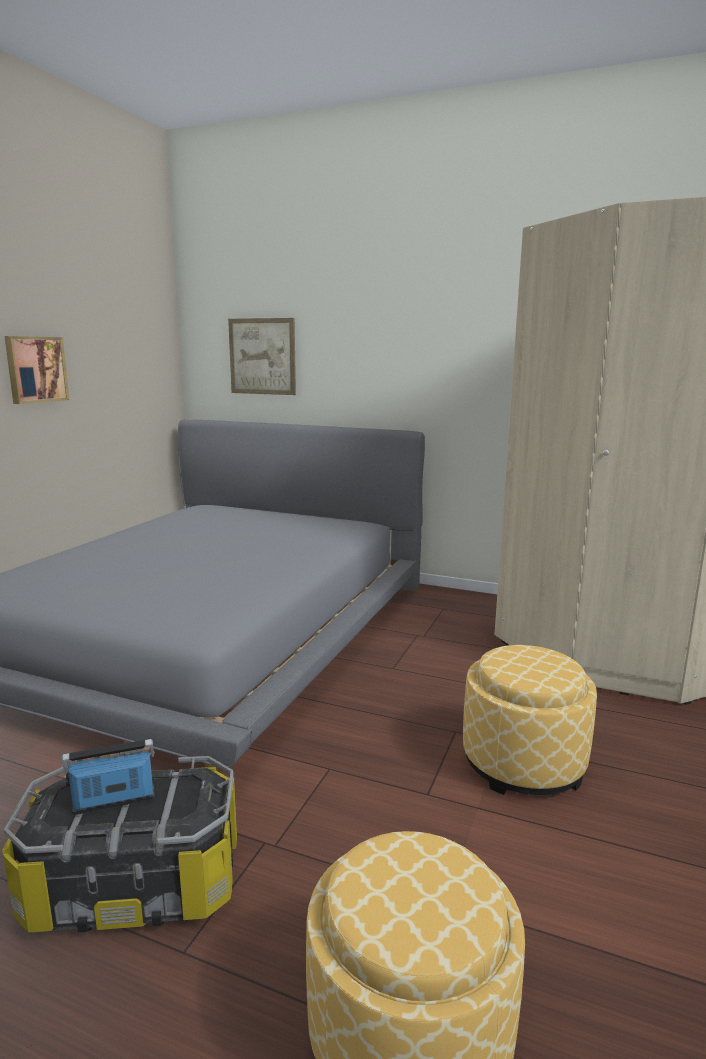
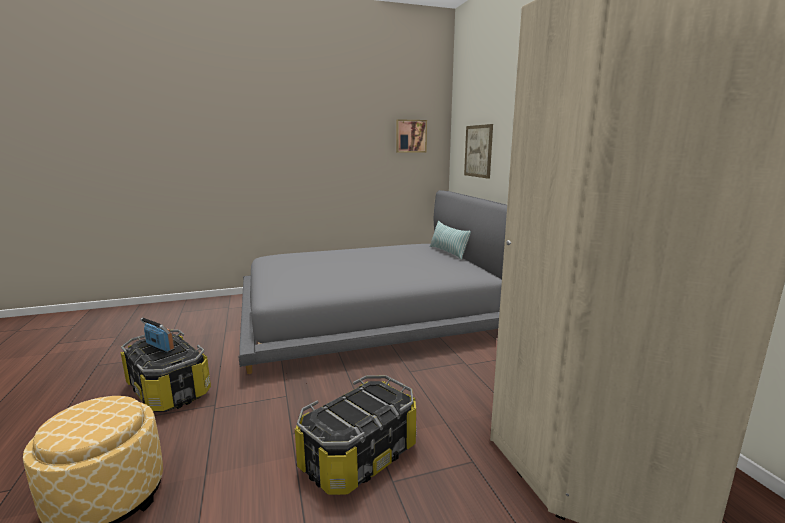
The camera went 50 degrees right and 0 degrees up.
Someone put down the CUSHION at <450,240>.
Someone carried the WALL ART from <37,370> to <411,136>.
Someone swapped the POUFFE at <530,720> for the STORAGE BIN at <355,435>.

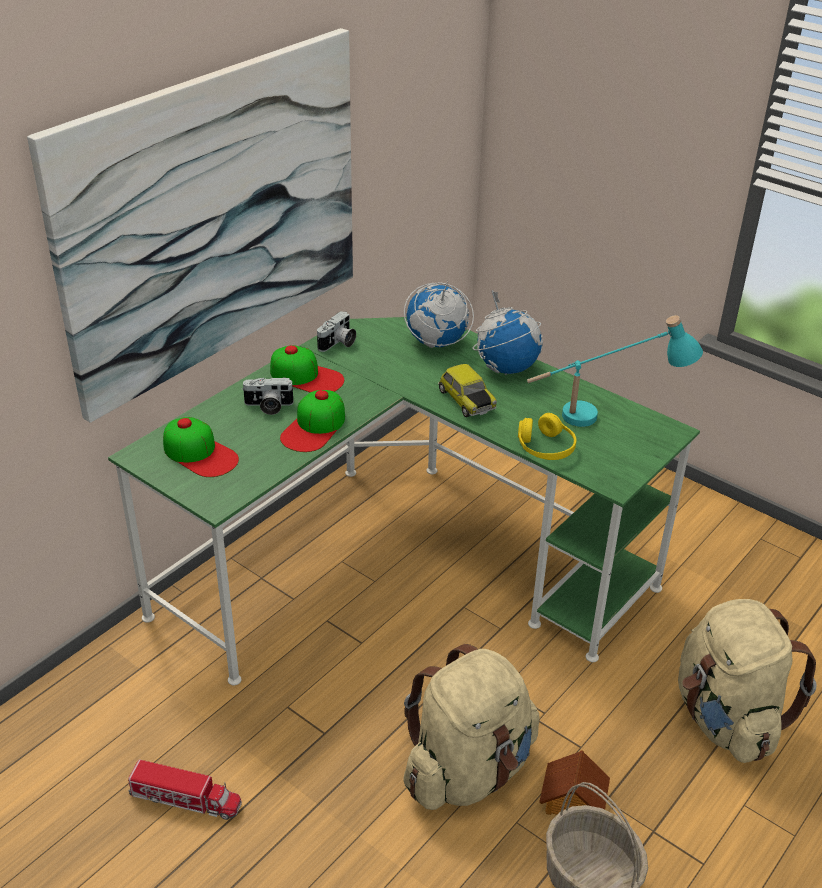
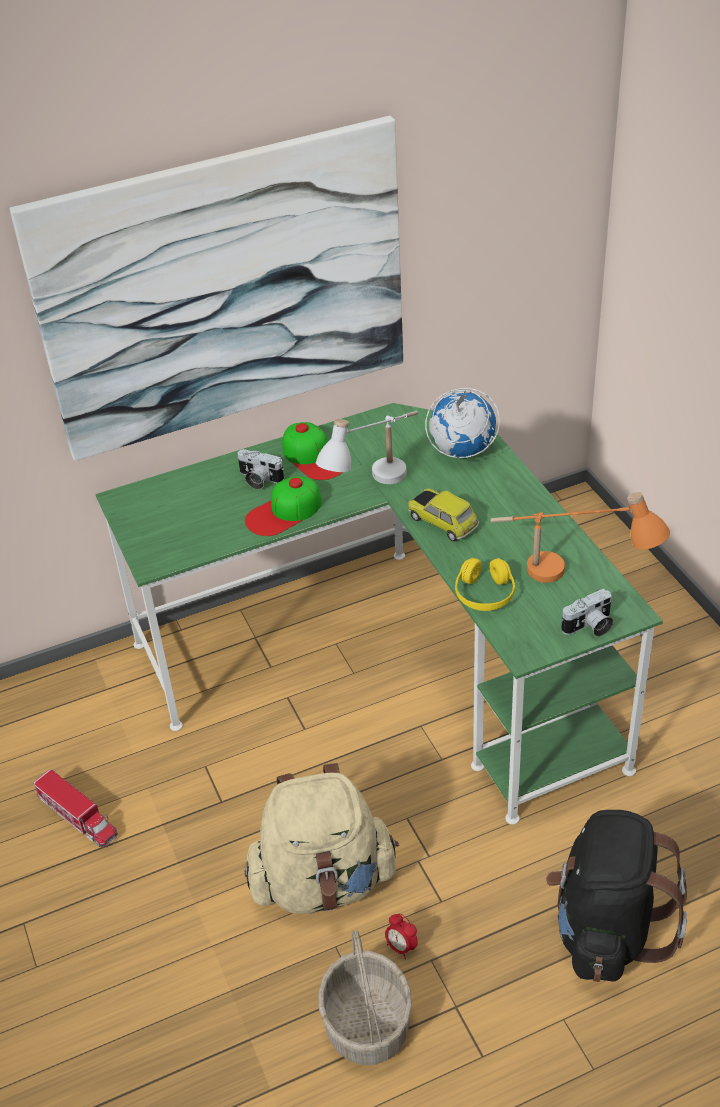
The camera went 30 degrees right and 5 degrees up.
Someone took away the CAP at <201,447>.
Someone took away the DESK GLOBE at <508,332>.
Someone put down the WHITE-COLOURED TABLE LAMP at <367,447>.
Someone carried the PHOTO CAMERA from <336,331> to <587,612>.
Someone swapped the MINIATURE HOUSE at <574,782> for the TABLE CLOCK at <401,936>.
Someone repainted the TURQUOISE-COLOURED TABLE LAMP at <615,371>, which became the ORANGEY TABLE LAMP at <580,537>.
Someone repainted the SAND-COLOURED RUCKSACK at <747,681>, which became the BLACK RUCKSACK at <616,896>.
Someone rotated the MINIATURE CAR at <467,390> by 135 degrees clockwise.

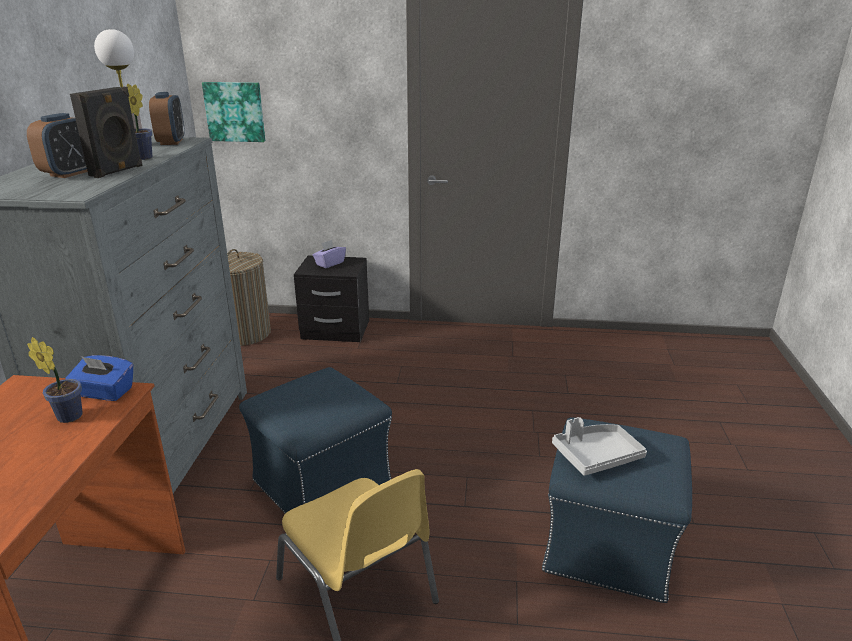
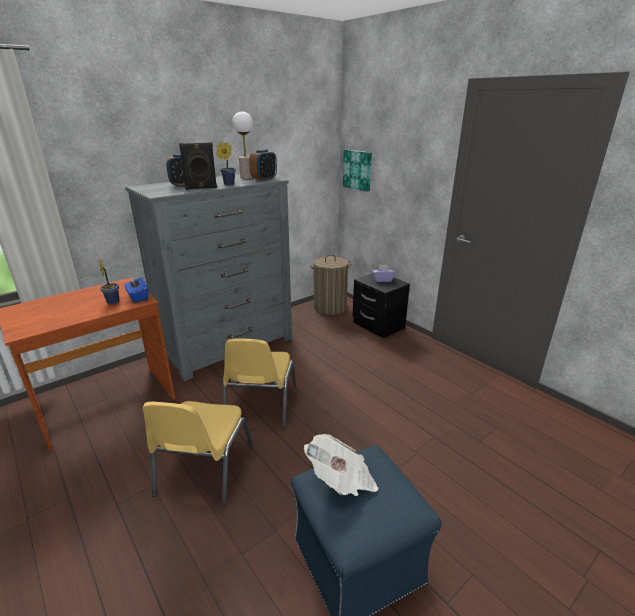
The camera went 45 degrees right and 0 degrees up.
Someone swapped the BLUISH POUFFE at <315,440> for the YELLOW-COLOURED CHAIR at <259,383>.
Someone swapped the GRAY TRAY at <599,446> for the DAILY PAPER at <341,465>.

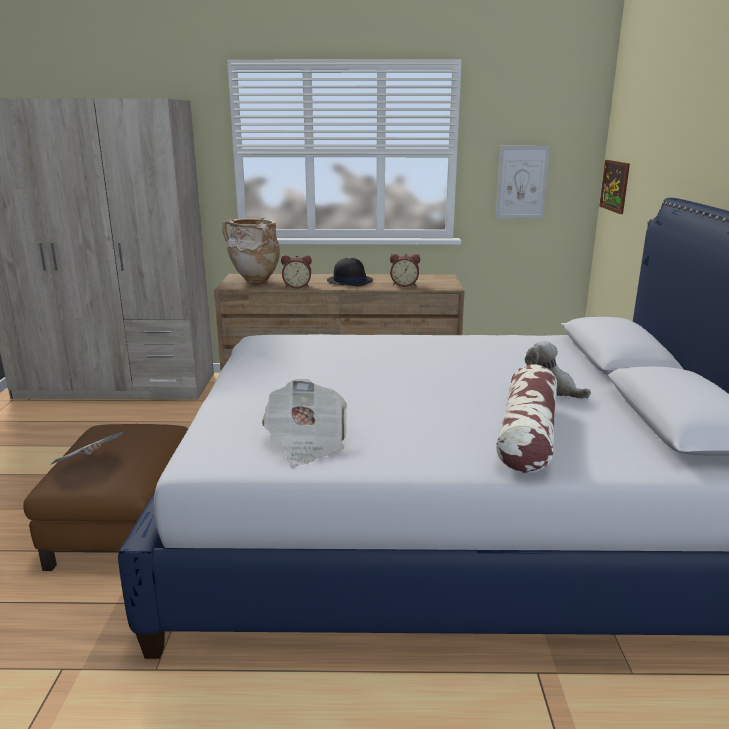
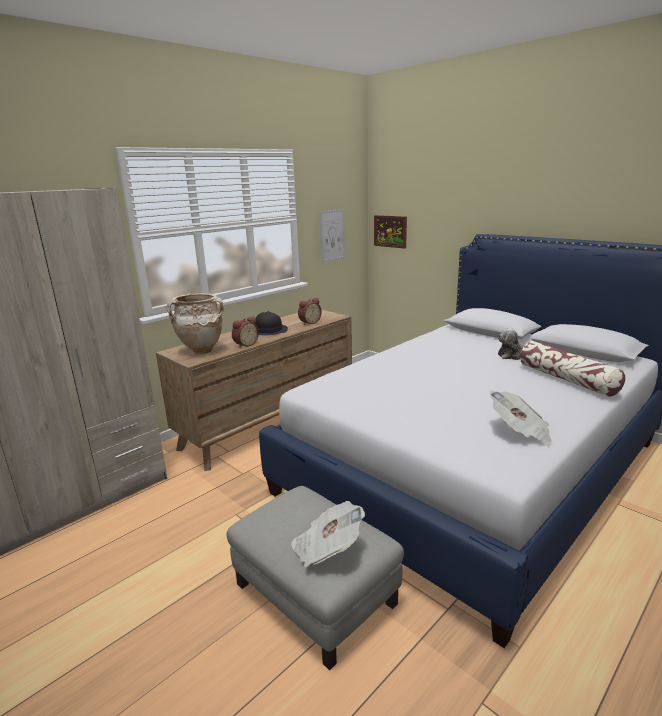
The camera went 45 degrees left and 0 degrees up.
Someone repainted the BROWN POUFFE at <105,497>, which became the GRAY POUFFE at <315,578>.

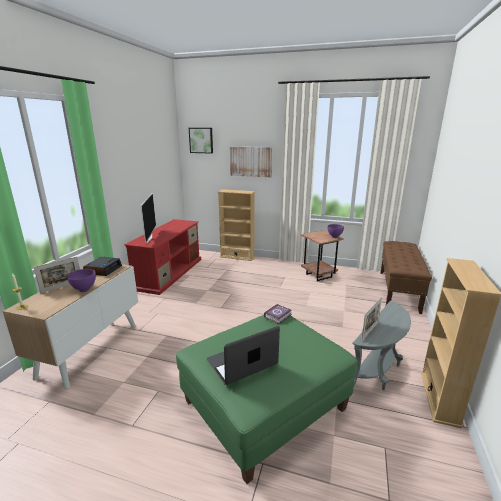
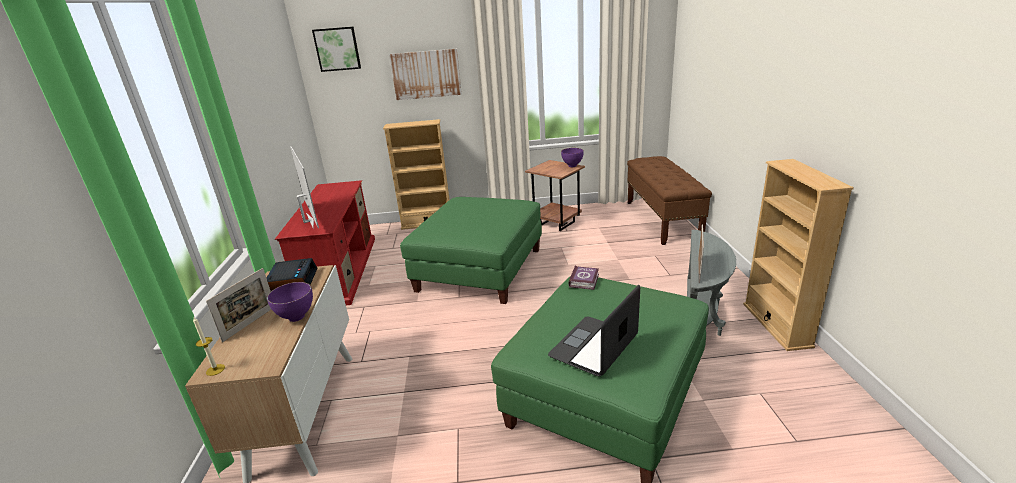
The camera went 20 degrees left and 5 degrees up.
Someone put down the GREEN POUFFE at <471,250>.

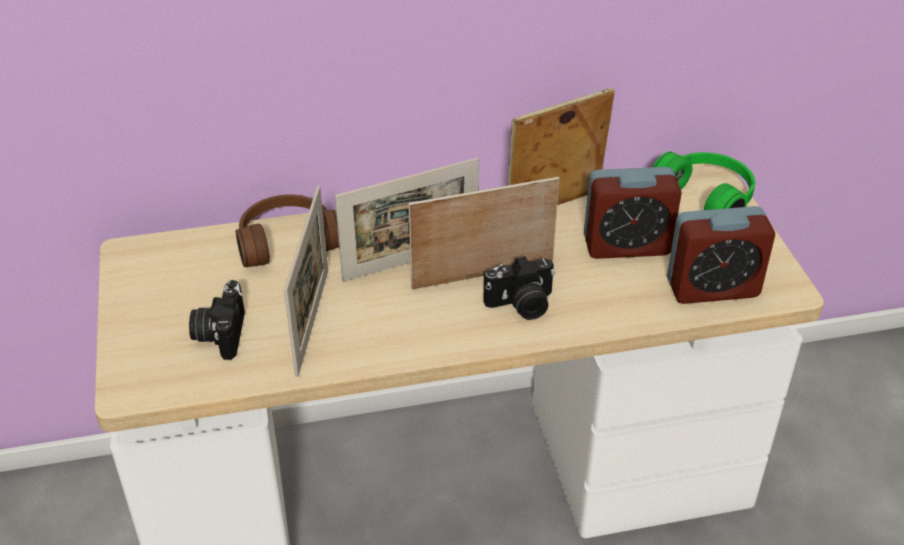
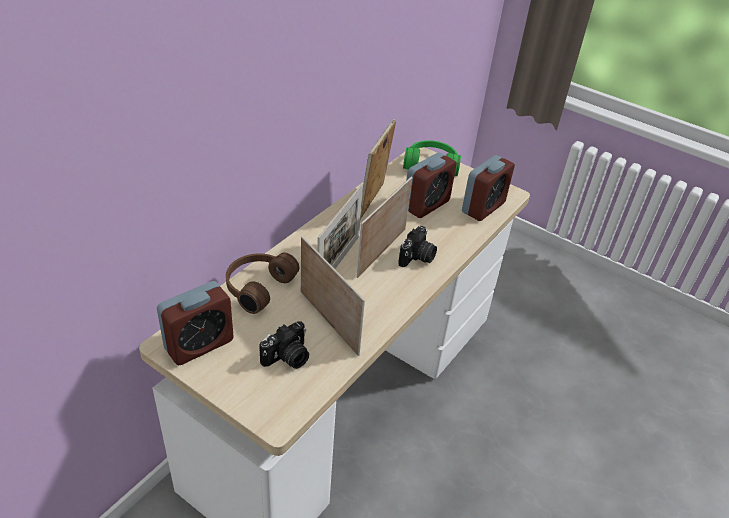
The camera went 45 degrees left and 0 degrees up.
Someone put down the TABLE CLOCK at <195,323>.
Someone rotated the PHOTO CAMERA at <217,320> by 90 degrees counterclockwise.

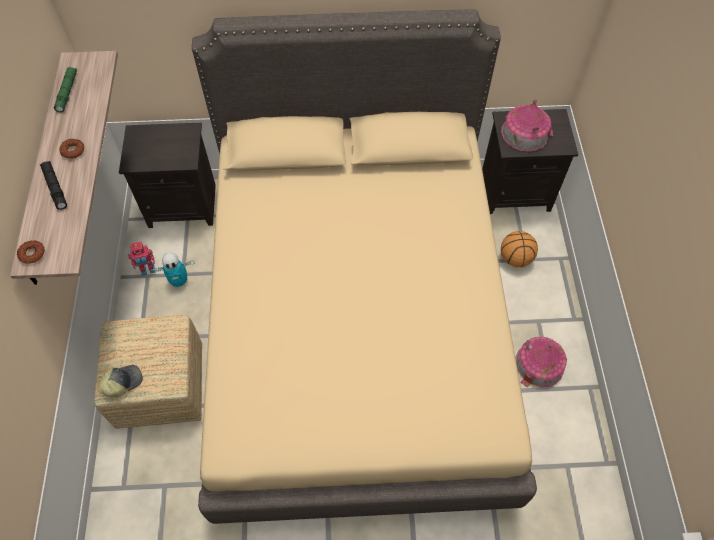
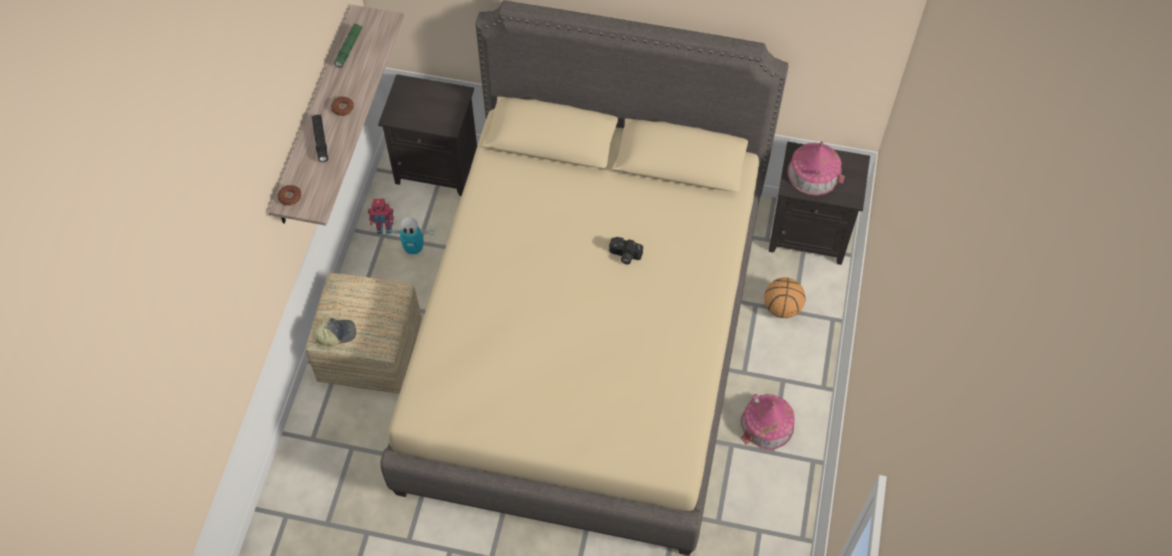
The camera went 15 degrees right and 0 degrees up.
Someone put down the PHOTO CAMERA at <626,250>.

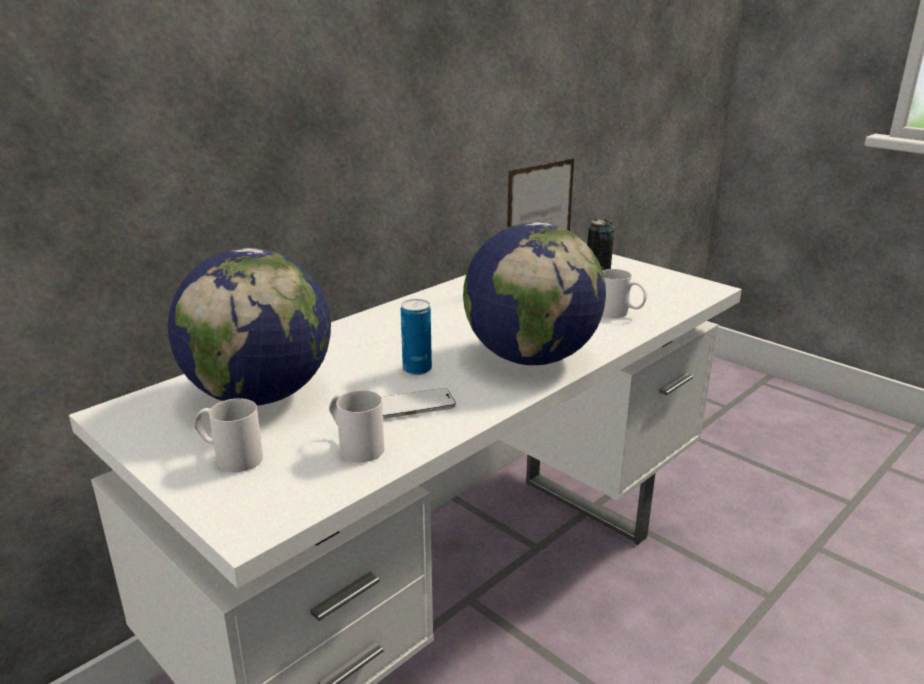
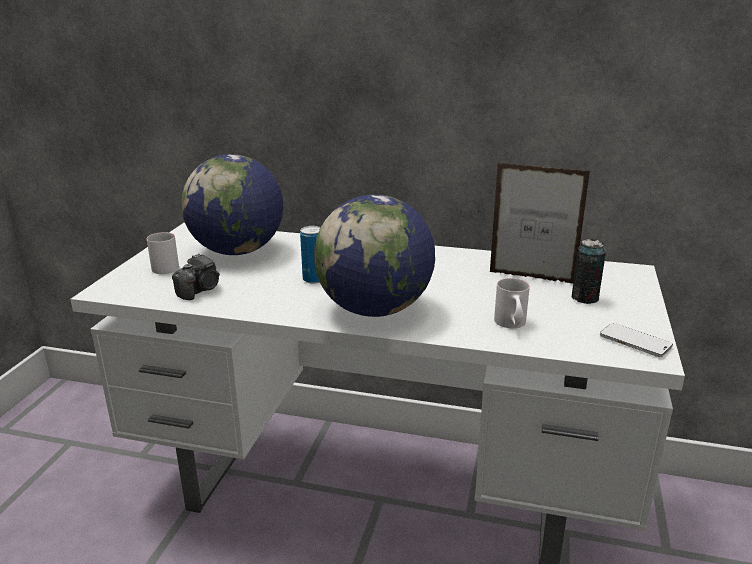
The camera went 60 degrees right and 0 degrees up.
Someone carried the HANDSET from <418,403> to <636,340>.
Someone swapped the WHITE-COLOURED COFFEE MUG at <357,426> for the PHOTO CAMERA at <196,276>.

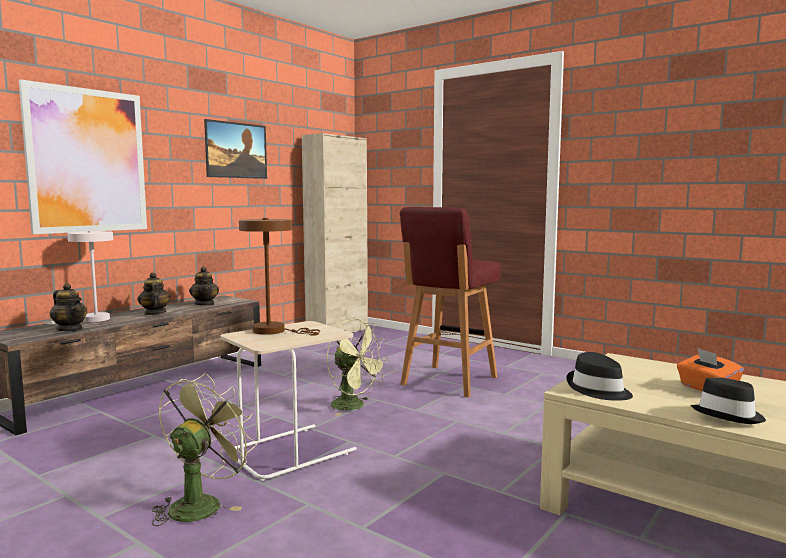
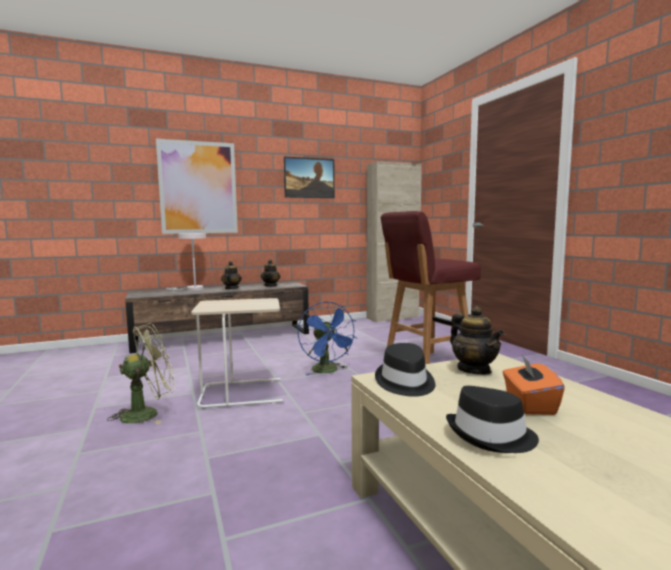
The camera went 30 degrees right and 0 degrees up.
Someone took away the BROWN TABLE LAMP at <279,277>.
Someone carried the POT FOR TEA from <68,307> to <477,340>.
Someone repainted the GREEN FAN at <358,367>, which became the BLUISH FAN at <327,338>.

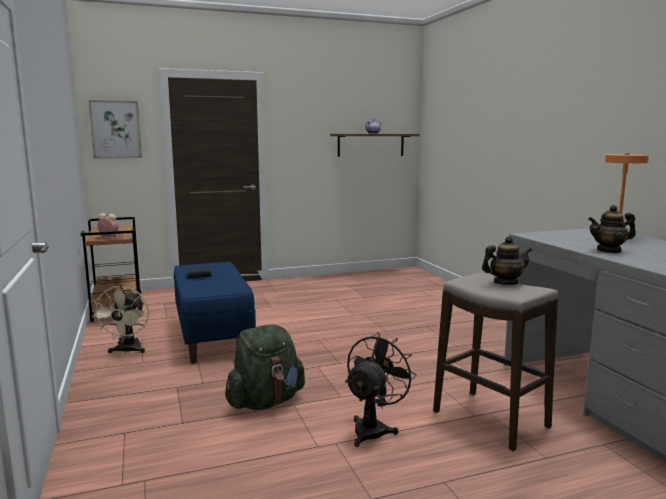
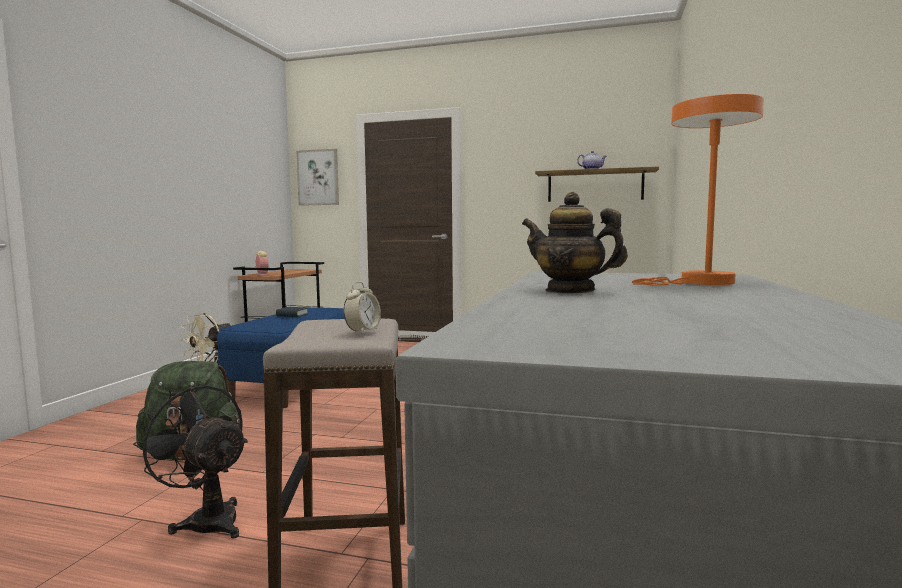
The camera went 35 degrees right and 5 degrees down.
Someone swapped the POT FOR TEA at <507,260> for the TABLE CLOCK at <362,307>.
Someone rotated the BLACK FAN at <381,390> by 120 degrees counterclockwise.

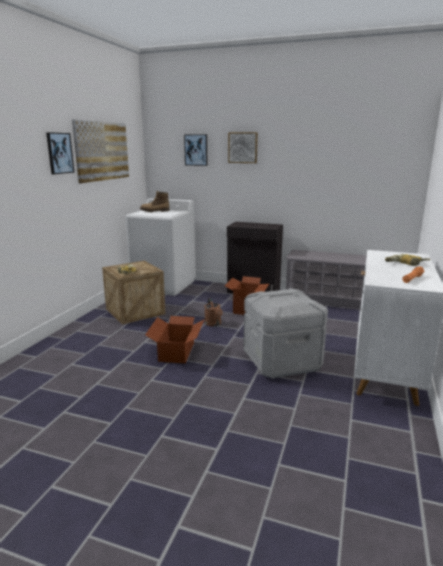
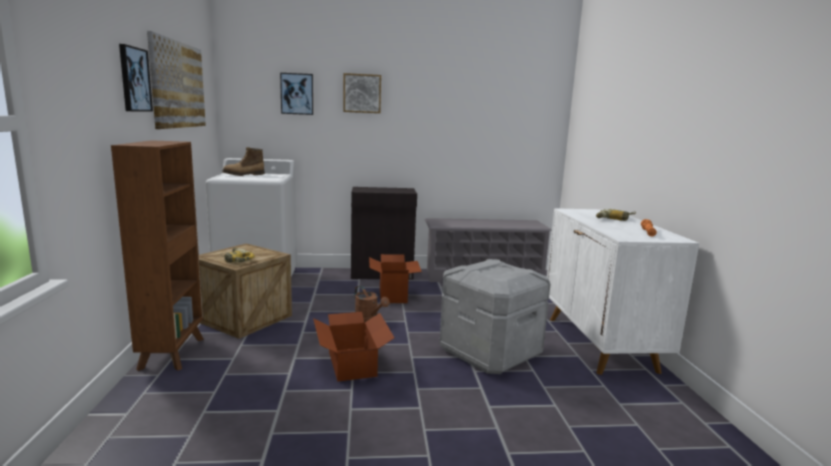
The camera went 25 degrees left and 5 degrees down.
Someone put down the BROWN SHELVING UNIT at <157,255>.

